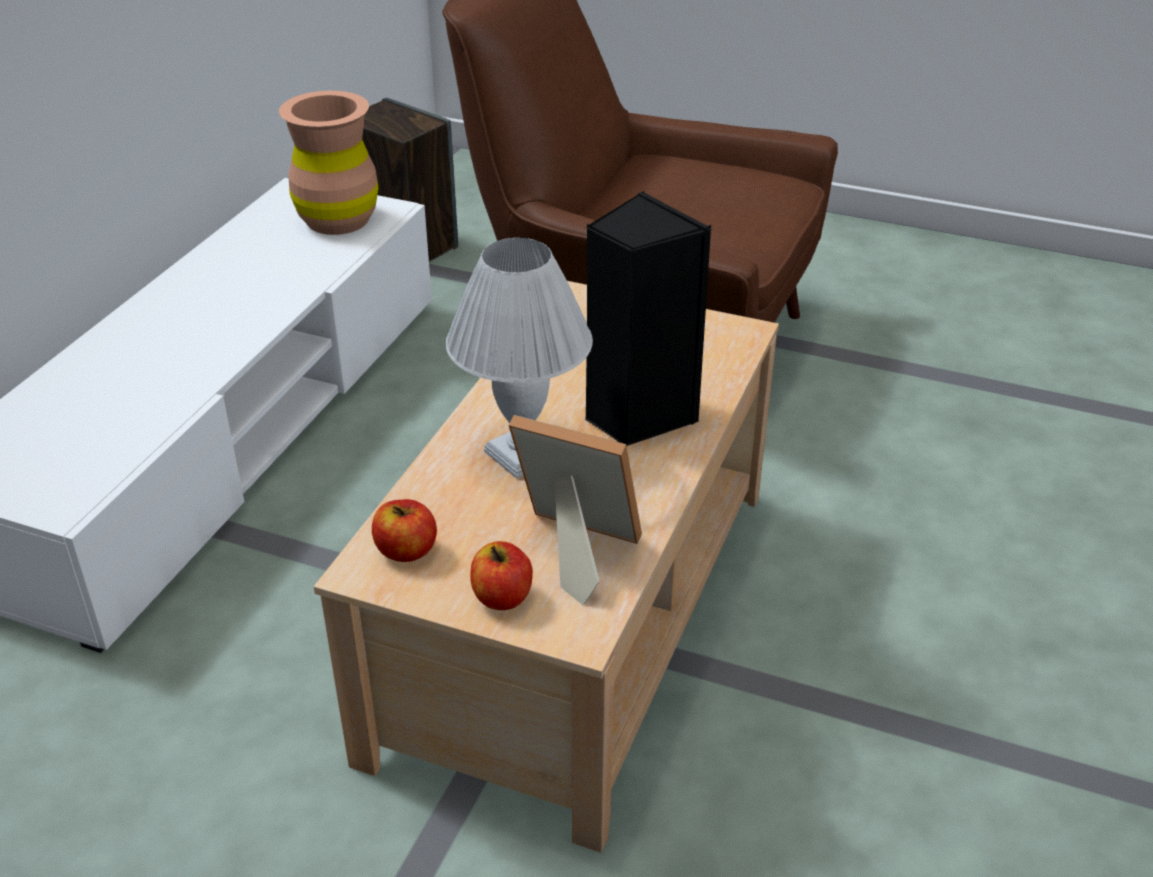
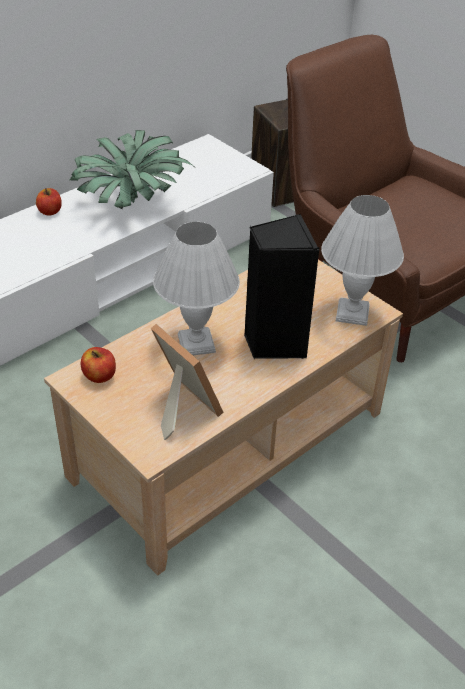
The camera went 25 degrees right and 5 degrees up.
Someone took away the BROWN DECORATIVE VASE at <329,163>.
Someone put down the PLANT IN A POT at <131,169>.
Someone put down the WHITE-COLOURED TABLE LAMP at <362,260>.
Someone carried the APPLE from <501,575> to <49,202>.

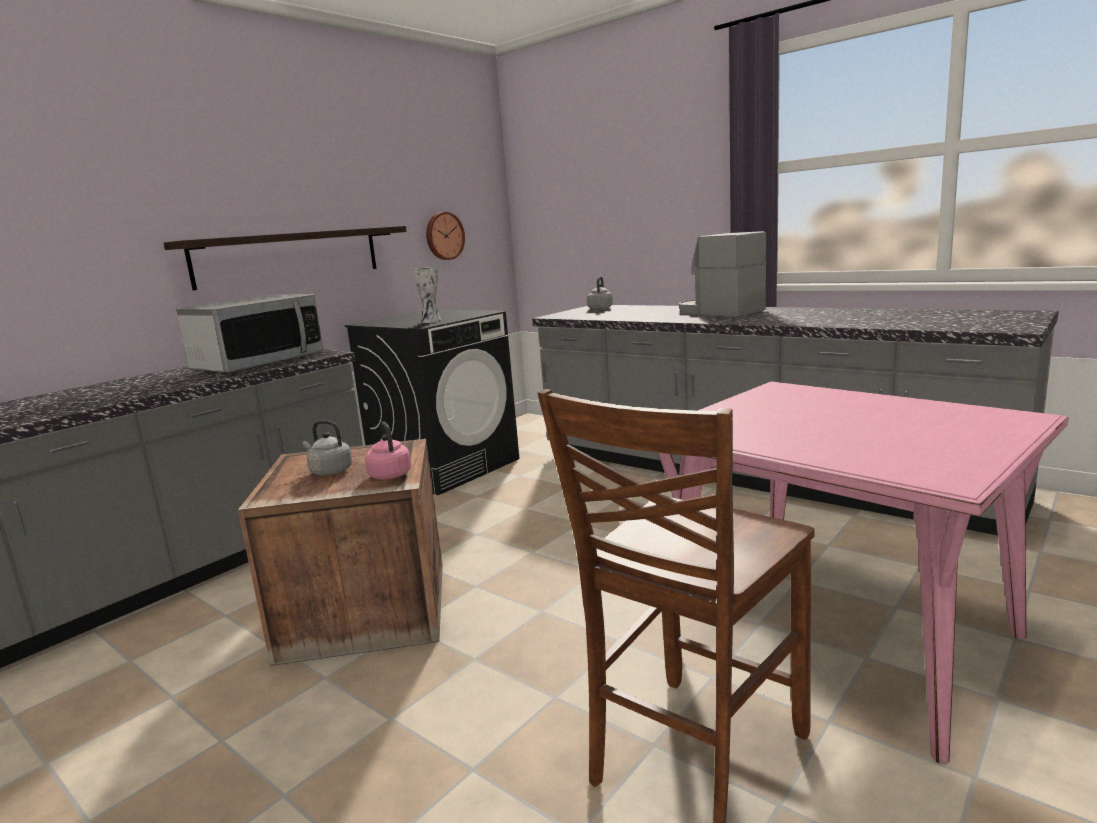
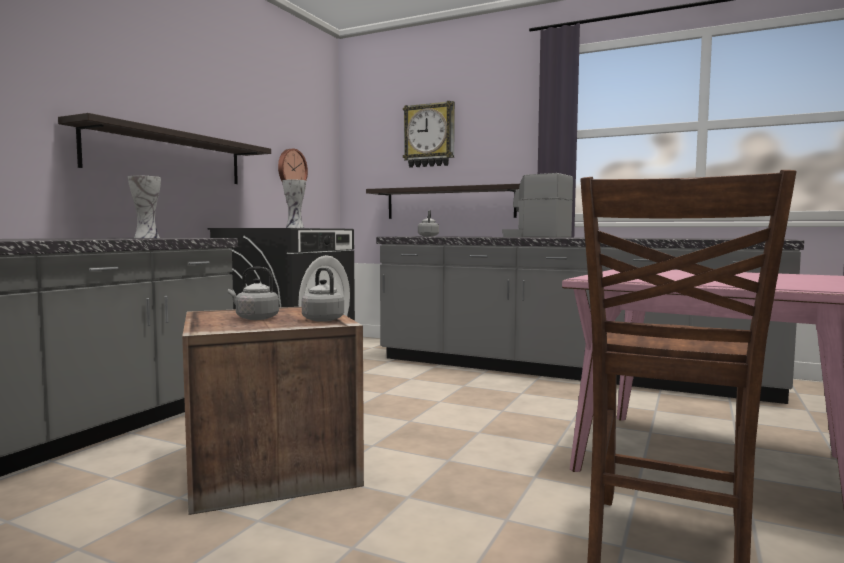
The camera went 15 degrees left and 10 degrees down.
Someone put up the BRACKET SHELF at <443,201>.
Someone put up the WALL CLOCK at <429,134>.
Someone swapped the MICROWAVE at <250,333> for the DECORATIVE VASE at <144,206>.
Someone repainted the PINKISH WATER KETTLE at <388,451>, which became the GRAY WATER KETTLE at <323,294>.

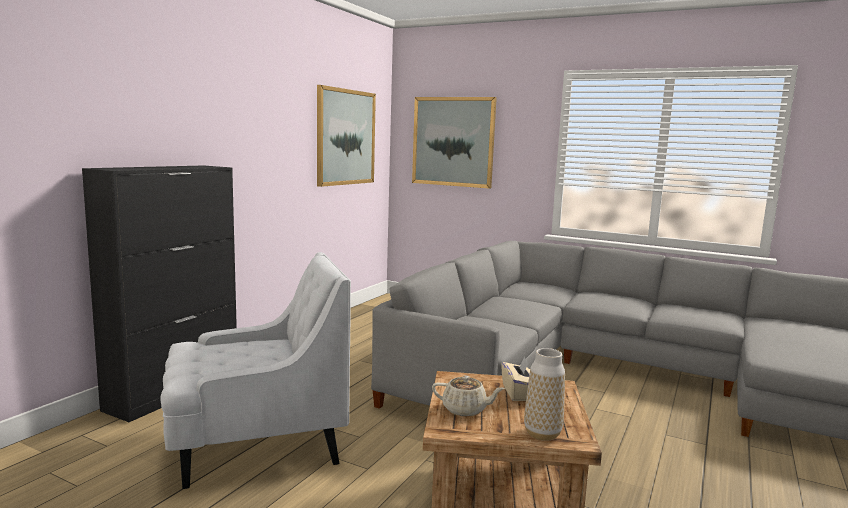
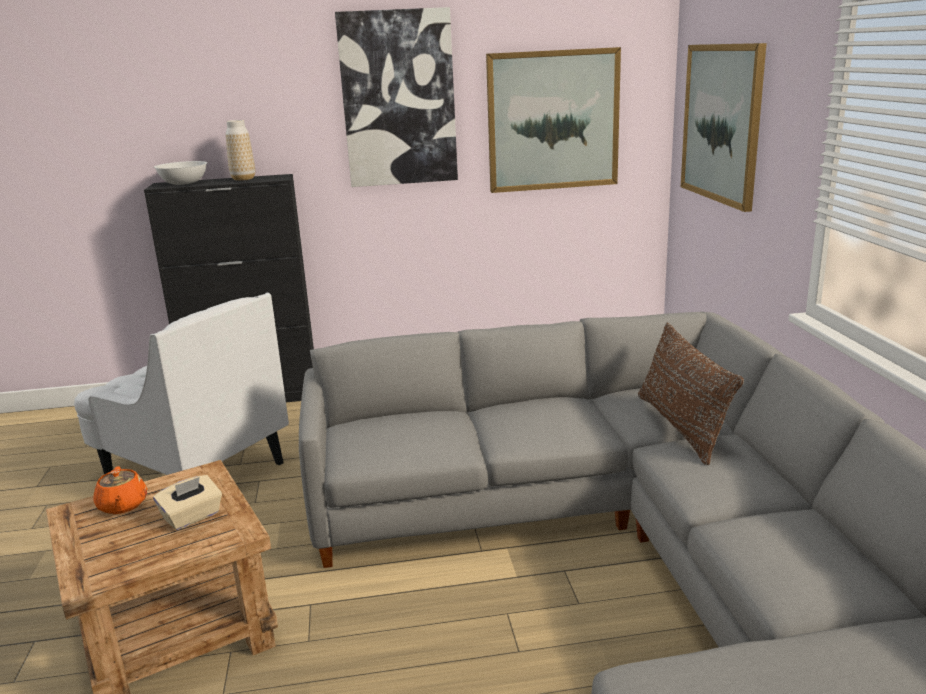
The camera went 55 degrees right and 10 degrees up.
Someone put down the WHITE-COLOURED DEEP DISH at <181,173>.
Someone put up the WALL ART at <396,97>.
Someone put down the BROWN CUSHION at <691,393>.
Someone carried the DECORATIVE VASE from <544,394> to <240,150>.
Someone repainted the SAND-COLOURED POT FOR TEA at <468,396>, which became the ORANGEY POT FOR TEA at <120,490>.

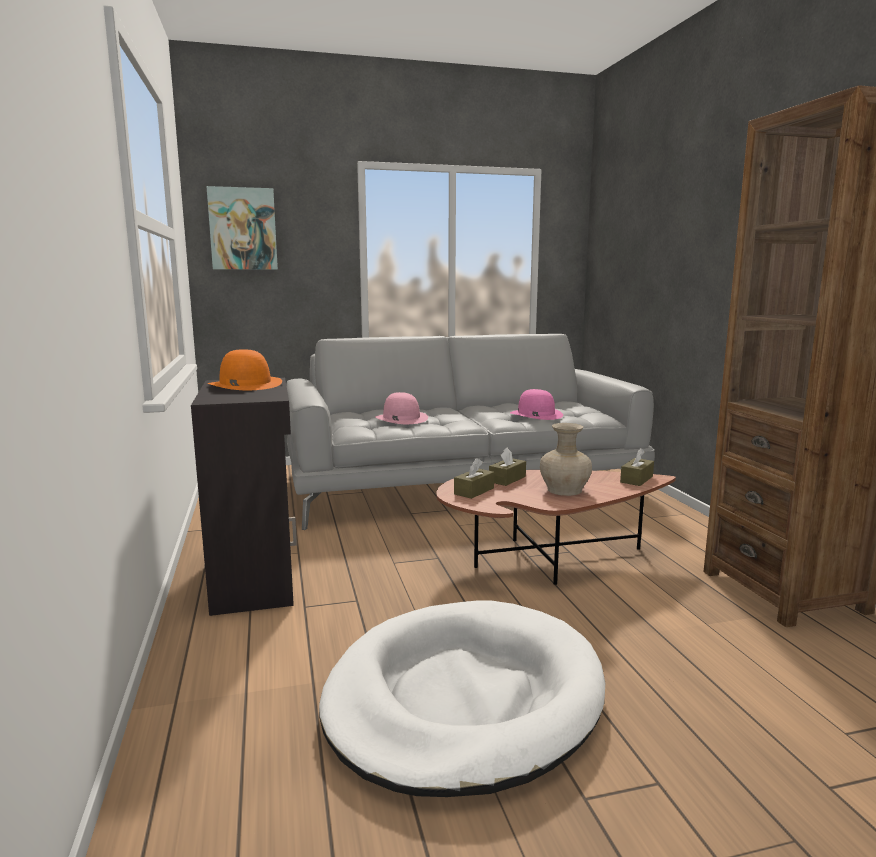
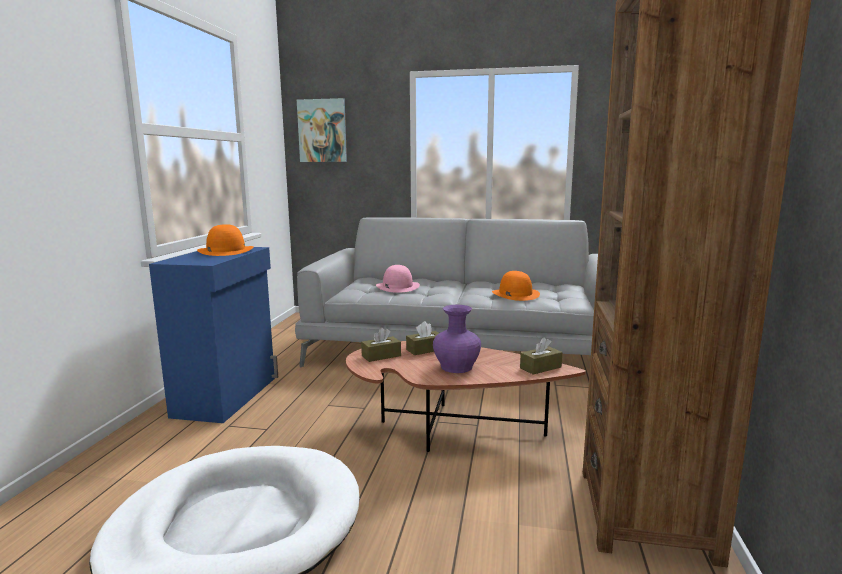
The camera went 25 degrees right and 0 degrees up.
Someone repainted the BLACK CUPBOARD at <244,497>, which became the BLUISH CUPBOARD at <213,335>.
Someone repainted the PINKISH WEARABLE HAT at <536,404>, which became the ORANGEY WEARABLE HAT at <516,286>.
Someone repainted the SAND-COLOURED DECORATIVE VASE at <566,459>, which became the PURPLE-COLOURED DECORATIVE VASE at <457,339>.

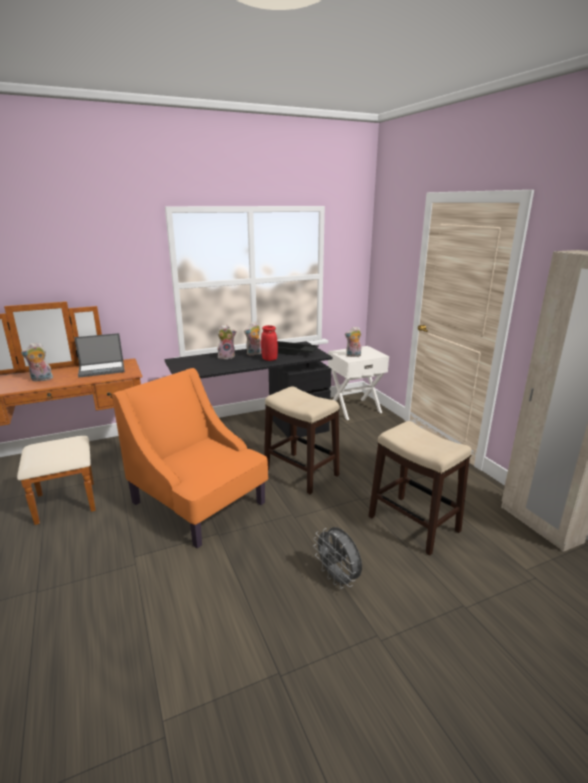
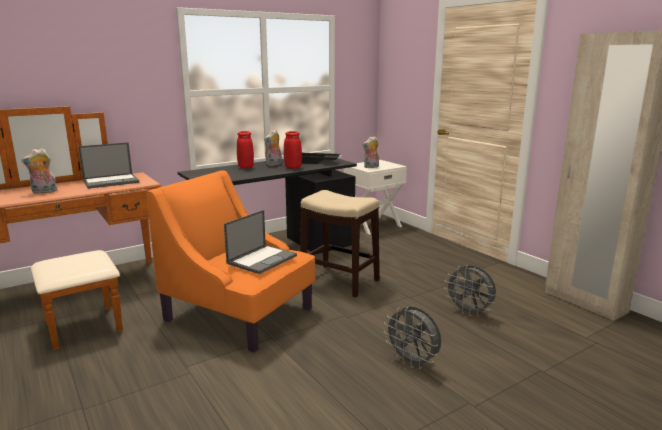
The camera went 10 degrees left and 5 degrees down.
Someone put down the NOTEBOOK COMPUTER at <260,242>.
Someone swapped the CUDDLY TOY at <227,342> for the RED DECORATIVE VASE at <245,149>.
Someone swapped the STOOL at <420,488> for the GRAY FAN at <470,290>.

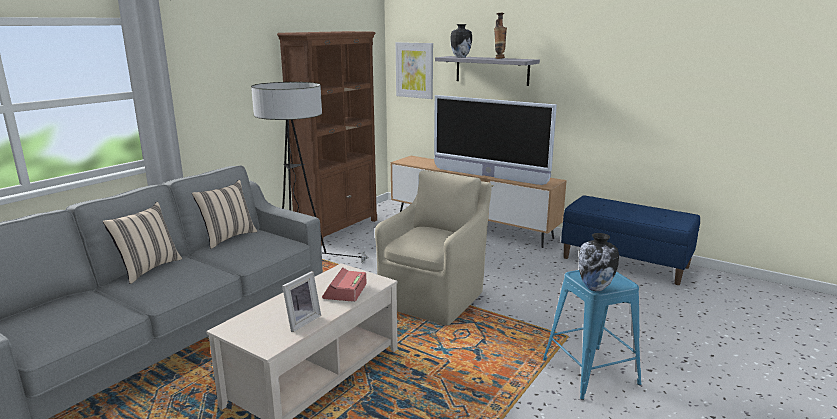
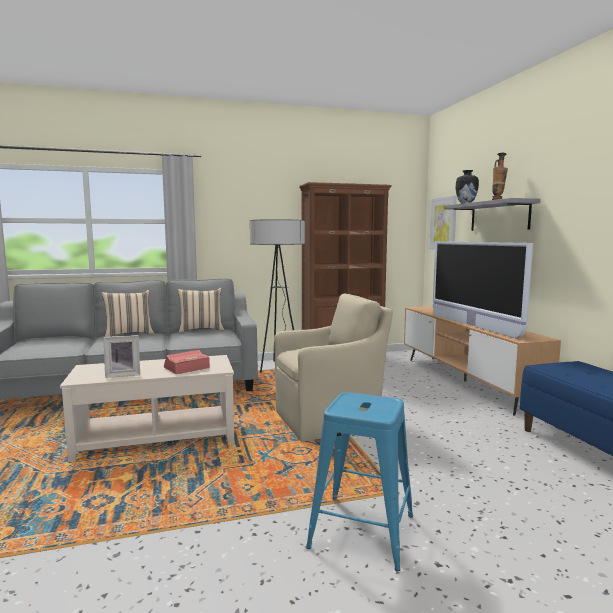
The camera went 40 degrees right and 10 degrees down.
Someone took away the DECORATIVE VASE at <598,262>.

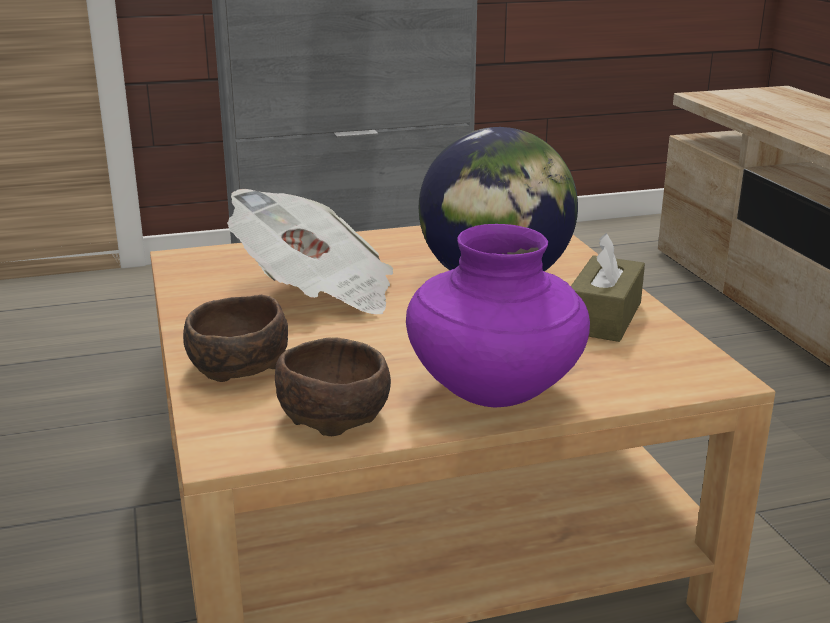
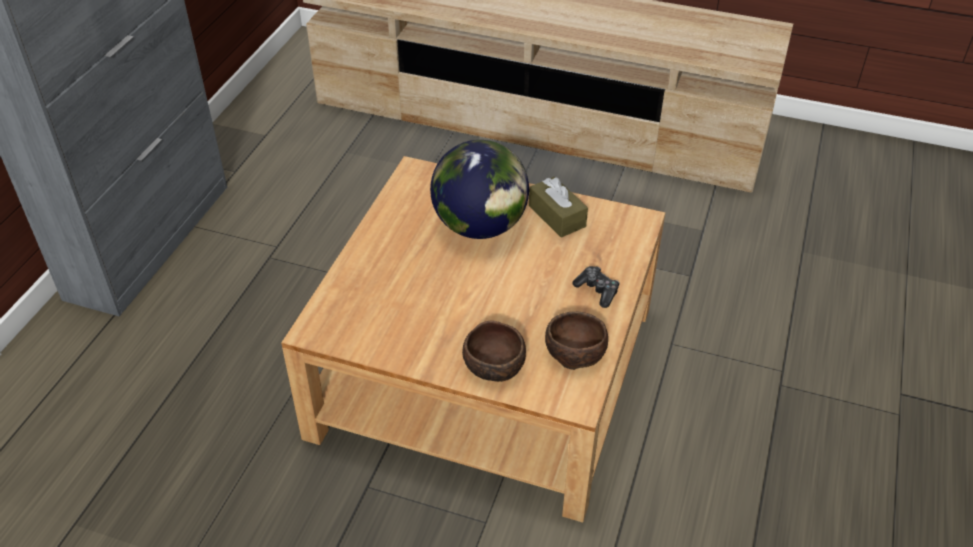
The camera went 55 degrees left and 20 degrees up.
Someone took away the DAILY PAPER at <310,251>.
Someone swapped the PURPLE-COLOURED DECORATIVE VASE at <498,316> for the GAMEPAD at <596,287>.

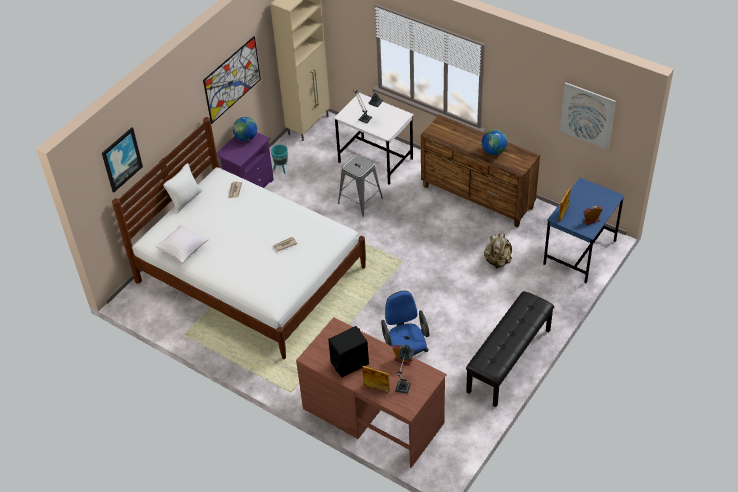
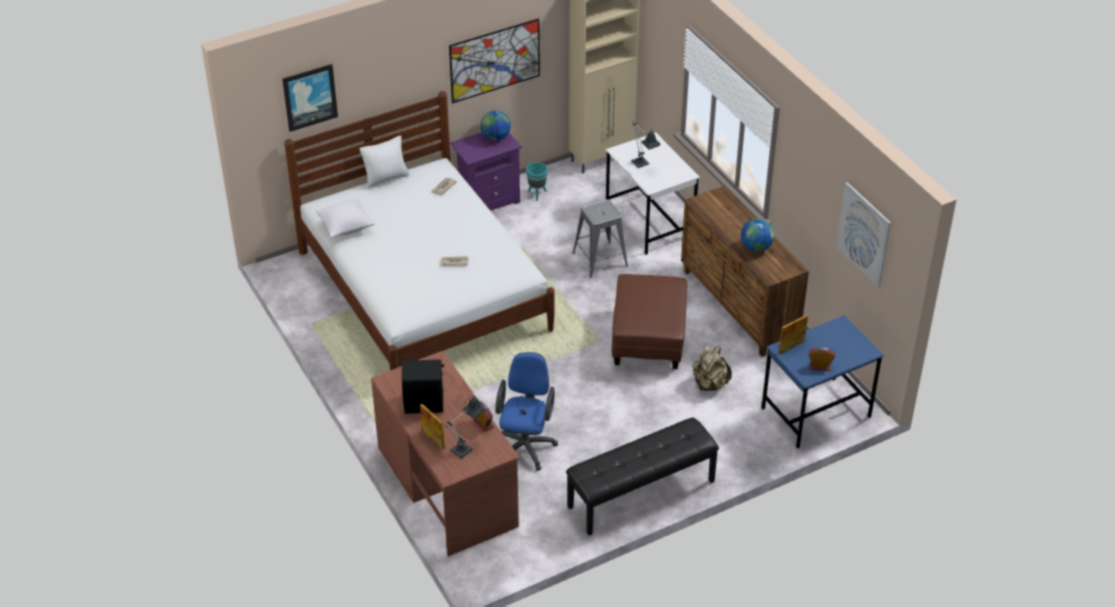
The camera went 25 degrees right and 5 degrees down.
Someone put down the BROWN POUFFE at <649,321>.

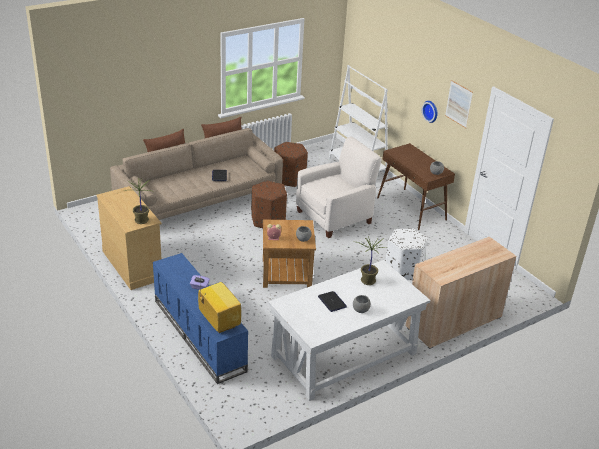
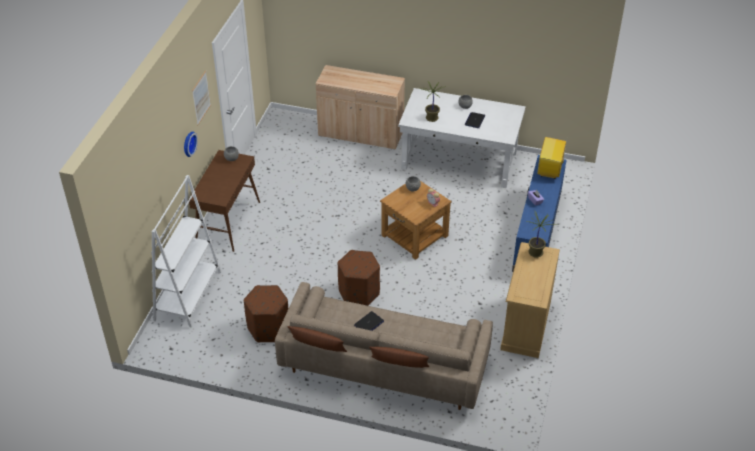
The camera went 130 degrees left and 10 degrees up.
Someone took away the WHITE-COLOURED ARMCHAIR at <339,187>.
Someone took away the WHITE-COLOURED POUFFE at <406,254>.

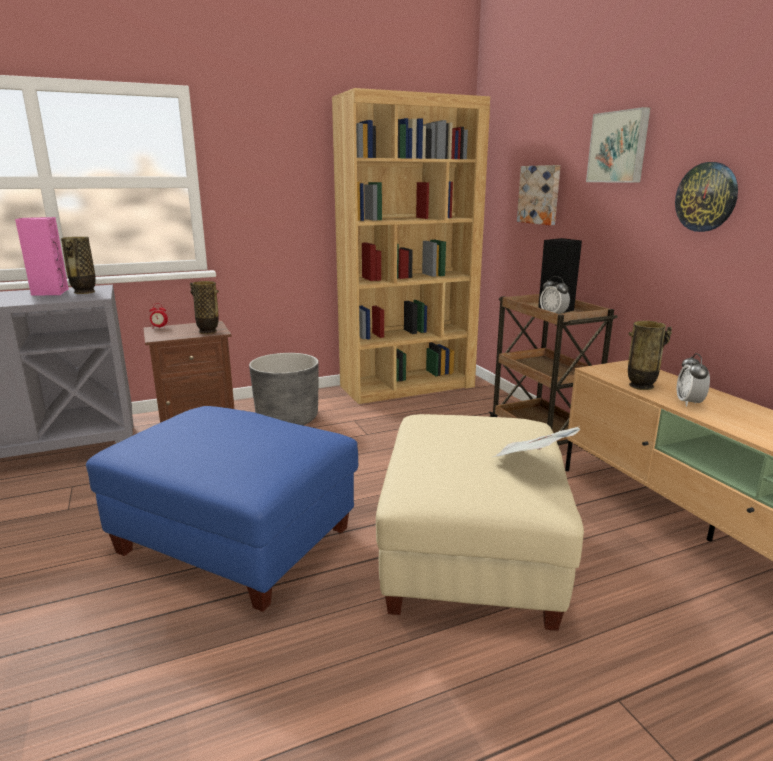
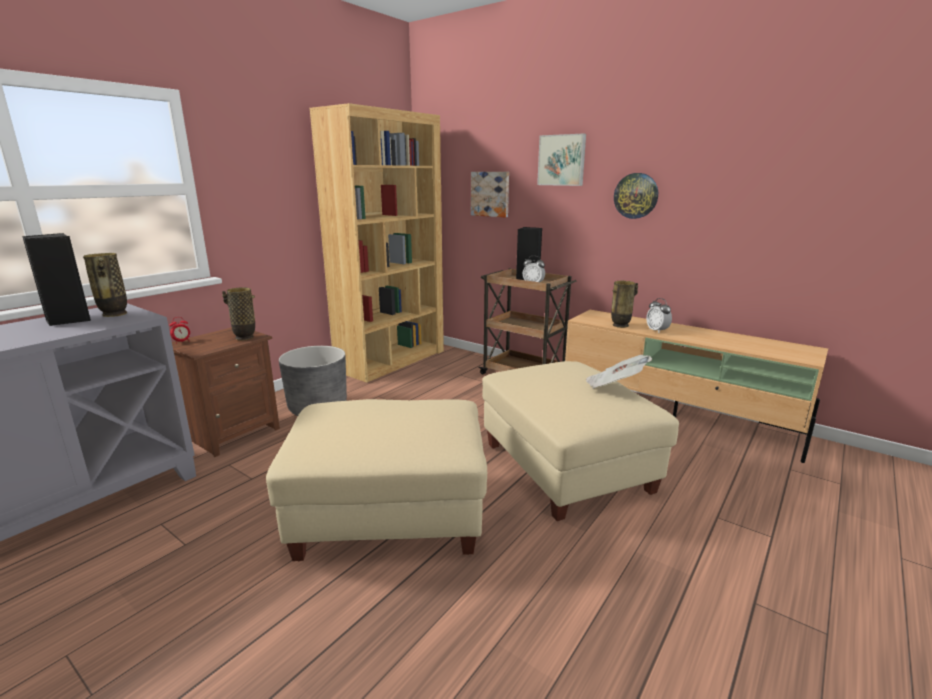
The camera went 30 degrees left and 0 degrees up.
Someone repainted the PINKISH LOUDSPEAKER at <42,256>, which became the BLACK LOUDSPEAKER at <56,279>.
Someone repainted the BLUISH POUFFE at <222,509>, which became the SAND-COLOURED POUFFE at <376,480>.

